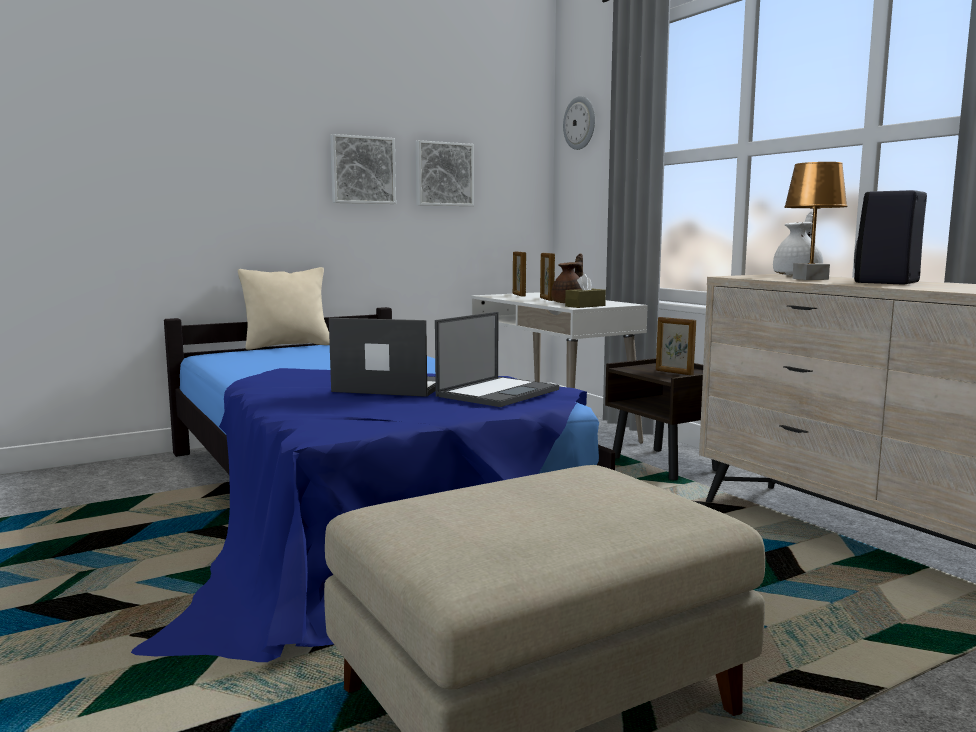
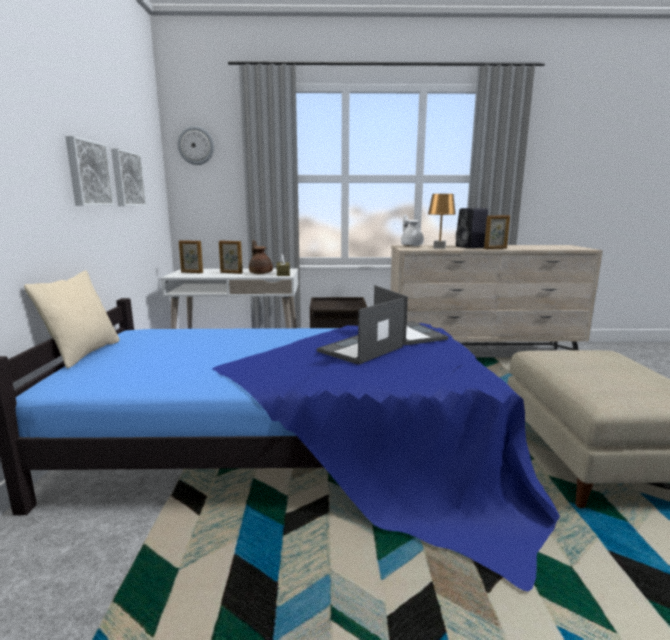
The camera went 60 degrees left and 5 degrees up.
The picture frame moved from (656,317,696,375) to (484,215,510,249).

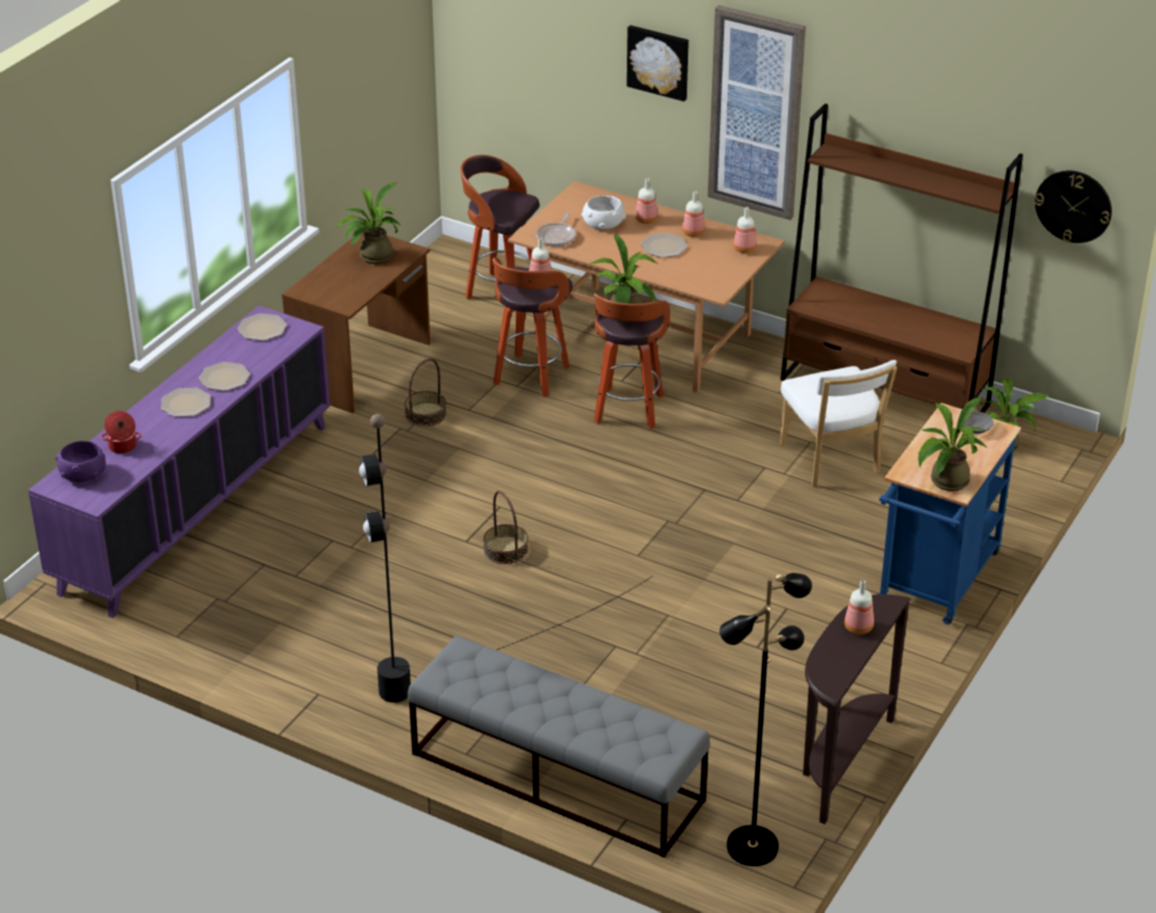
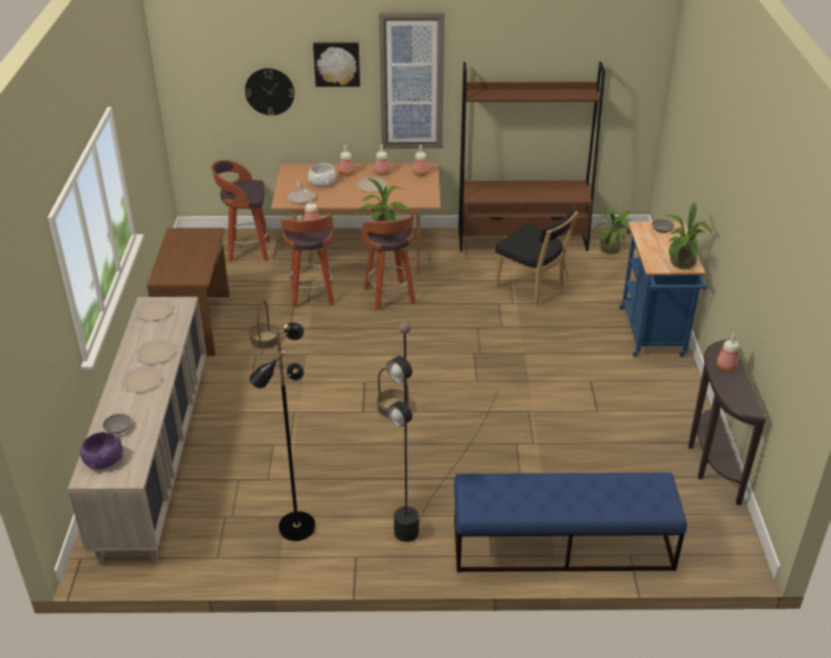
The camera went 30 degrees left and 0 degrees up.
The cabinet (purple) at (28,306,330,618) became the cabinet (beige) at (68,297,207,564).
The cooking pot at (101,411,142,454) was replaced by the bowl (grey) at (103,414,132,434).
The potted plant at (336,182,401,264) disappeared.
The bench (grey) at (408,636,710,858) became the bench (blue) at (454,473,687,572).
The floor lamp (black) moved from (719,573,812,866) to (249,322,315,541).
The chair (white) at (780,360,897,487) became the chair (black) at (494,208,578,305).
The wall clock moved from (1035,171,1112,243) to (245,68,295,116).

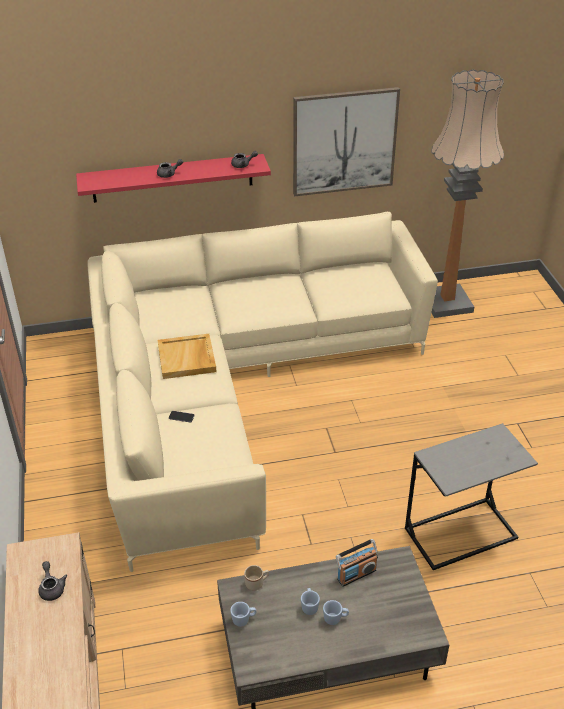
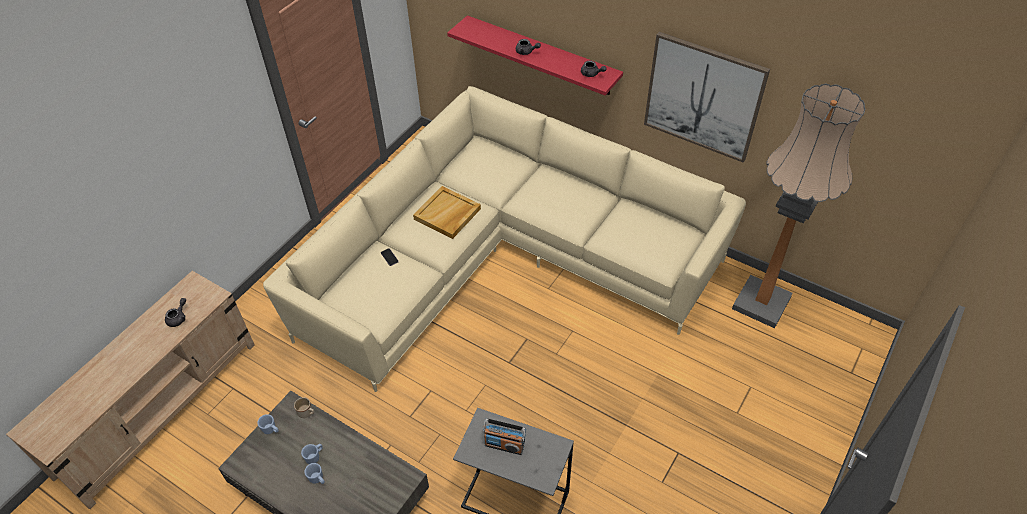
The camera went 45 degrees right and 10 degrees up.
The radio moved from (336,539,378,587) to (483,418,526,455).

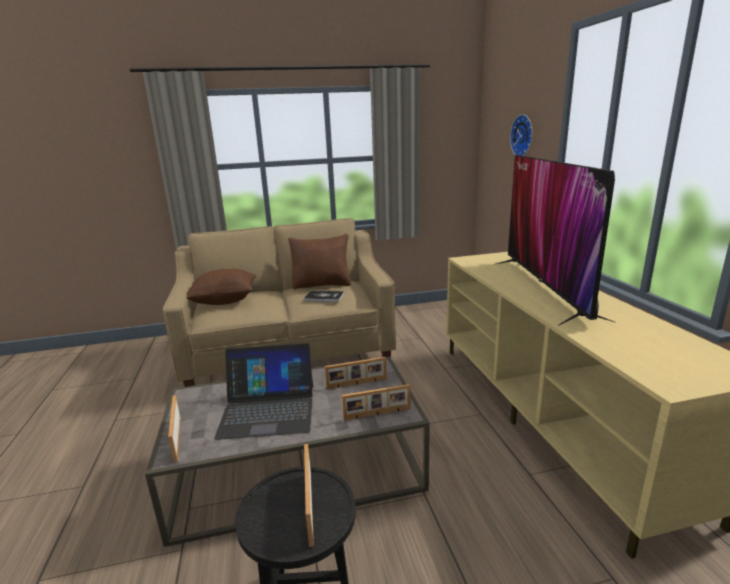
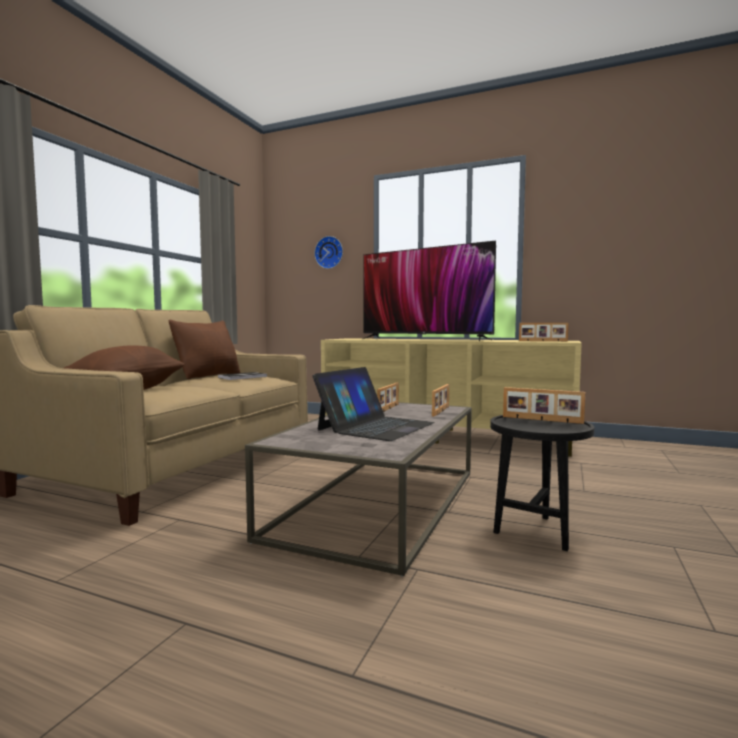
The camera went 55 degrees left and 15 degrees down.
The picture frame moved from (168,395,181,463) to (519,323,568,341).

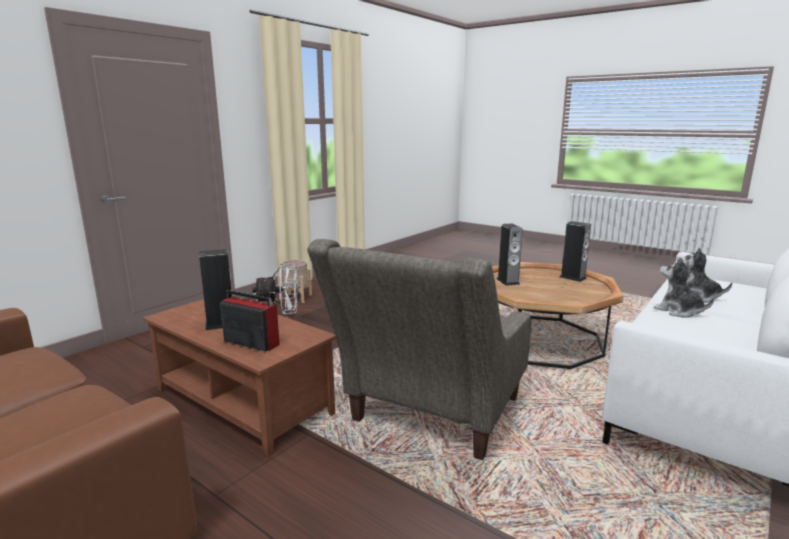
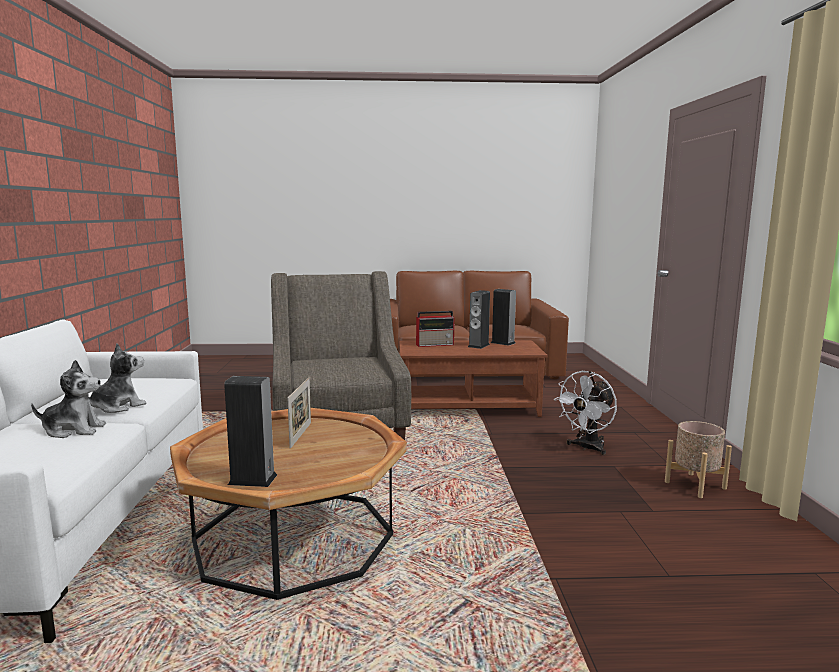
The camera went 140 degrees right and 5 degrees down.
The speaker moved from (497,224,523,286) to (491,289,516,346).
The plush toy at (653,257,714,318) turned 60 degrees counterclockwise.
The picture frame at (287,377,311,448) appeared.

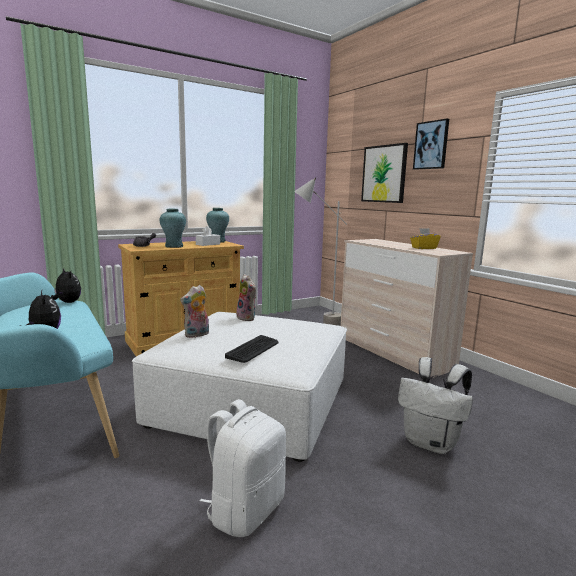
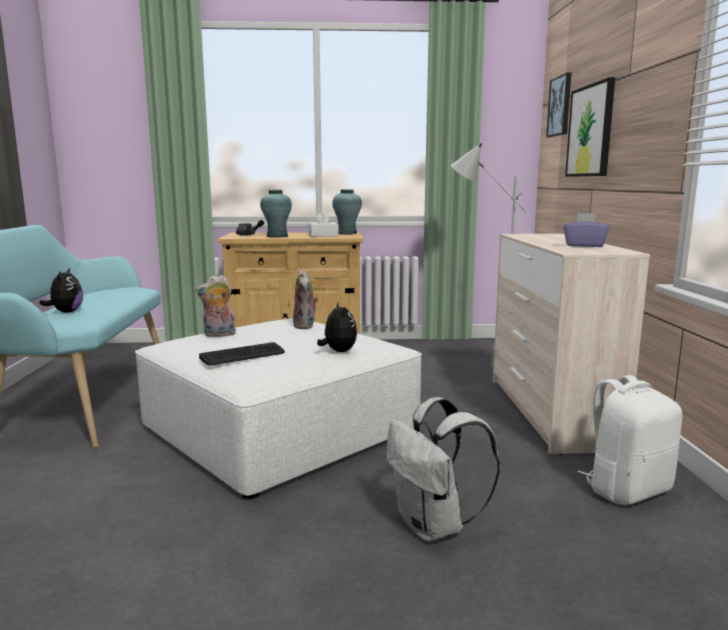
The camera went 30 degrees right and 0 degrees up.
The plush toy moved from (51,268,81,303) to (317,302,357,352).
The backpack (white) moved from (200,399,286,537) to (577,375,682,505).
The tissue box (yellow) at (410,228,441,249) became the tissue box (purple) at (563,213,610,247).
The picture moved from (413,119,449,170) to (546,72,571,137).

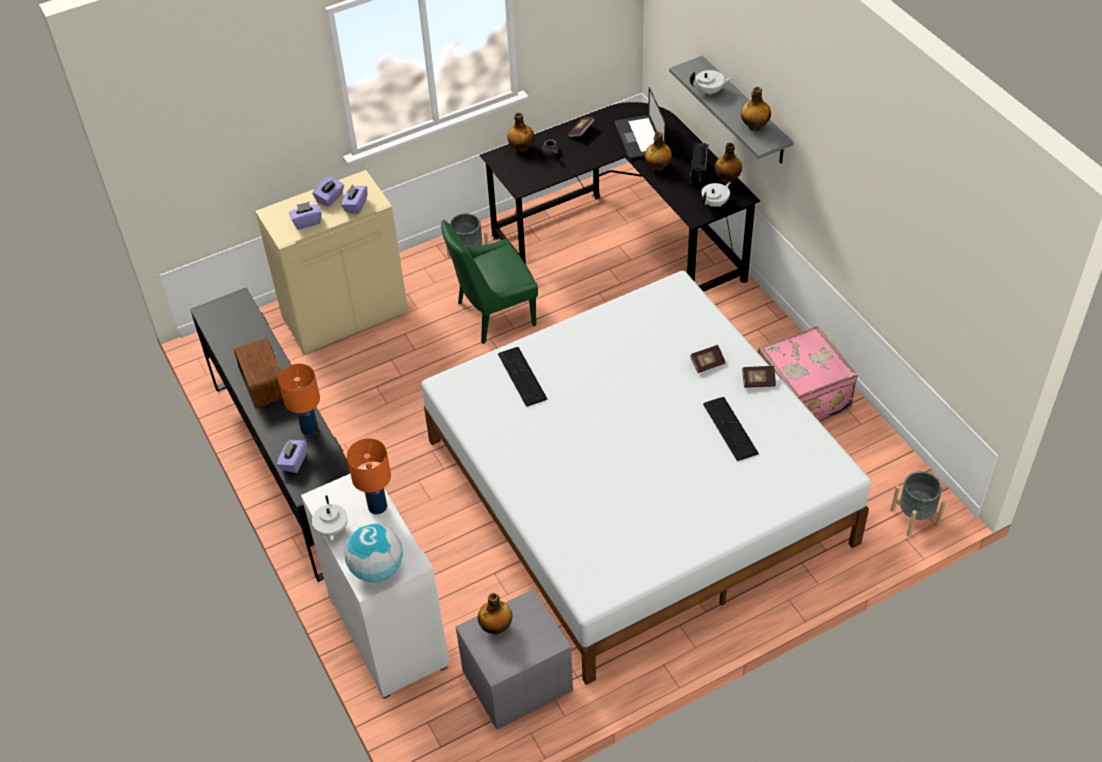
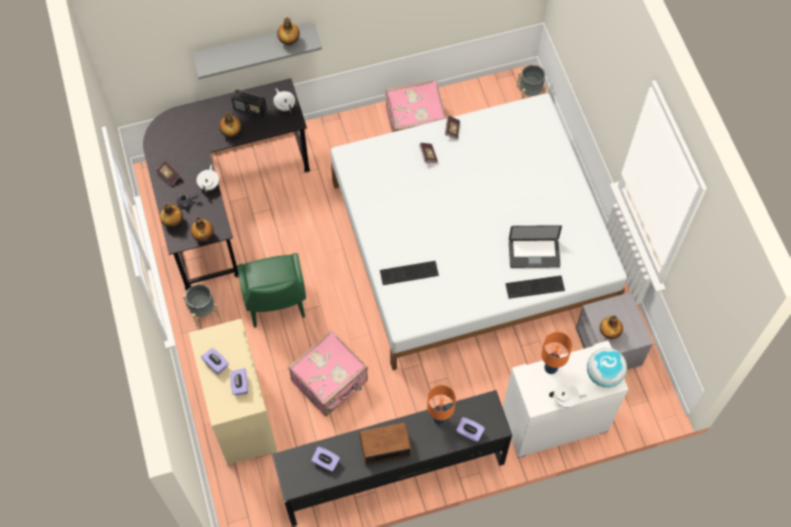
The camera went 80 degrees left and 15 degrees up.
The tissue box (purple) moved from (341,184,367,214) to (311,446,340,471).
The laptop moved from (615,87,666,159) to (509,225,562,268).
The teapot (white) moved from (690,70,733,96) to (196,164,219,194).
The keyboard moved from (703,397,759,461) to (505,276,565,299).
The bottle moved from (714,143,742,184) to (191,216,214,242).
The suitcase (pink) at (288,331,368,416) appeared.

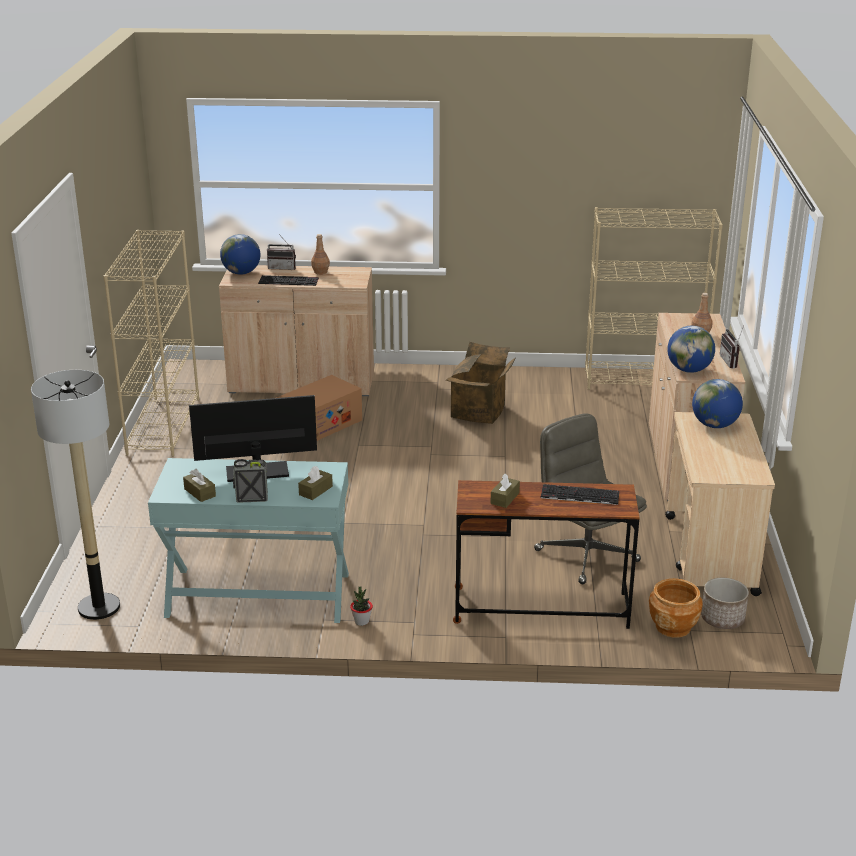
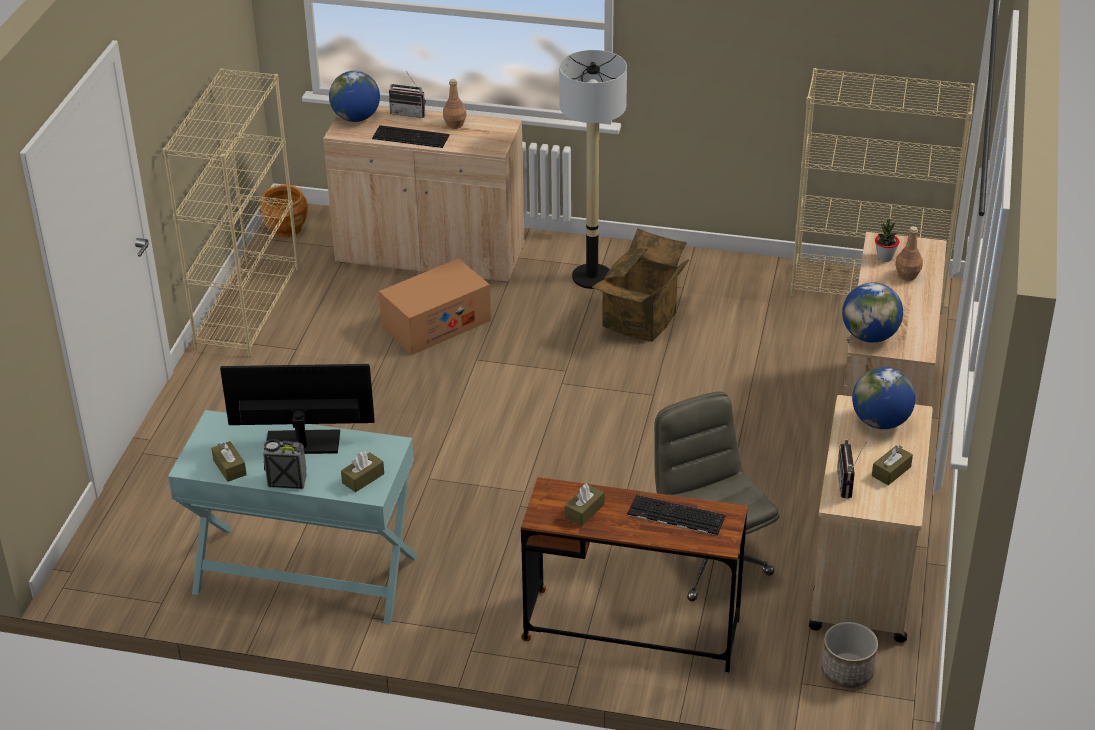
The camera went 10 degrees right and 10 degrees up.
The floor lamp moved from (31,370,120,620) to (559,50,627,289).
The potted plant moved from (350,586,373,626) to (875,219,899,262).
The planter (brown) moved from (649,578,703,638) to (260,185,308,238).
The radio moved from (720,325,744,369) to (837,439,867,499).
The tissue box (brown) at (872,445,913,485) appeared.

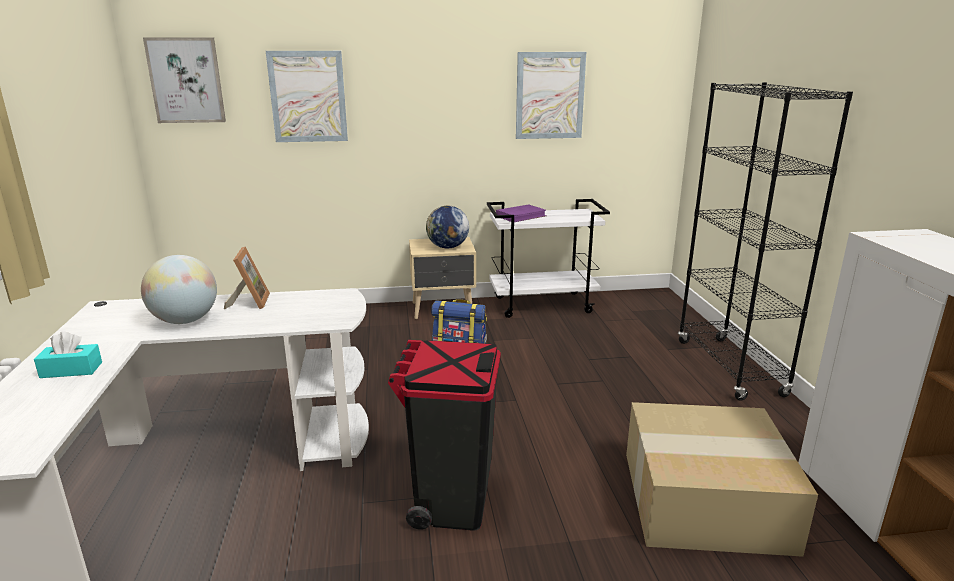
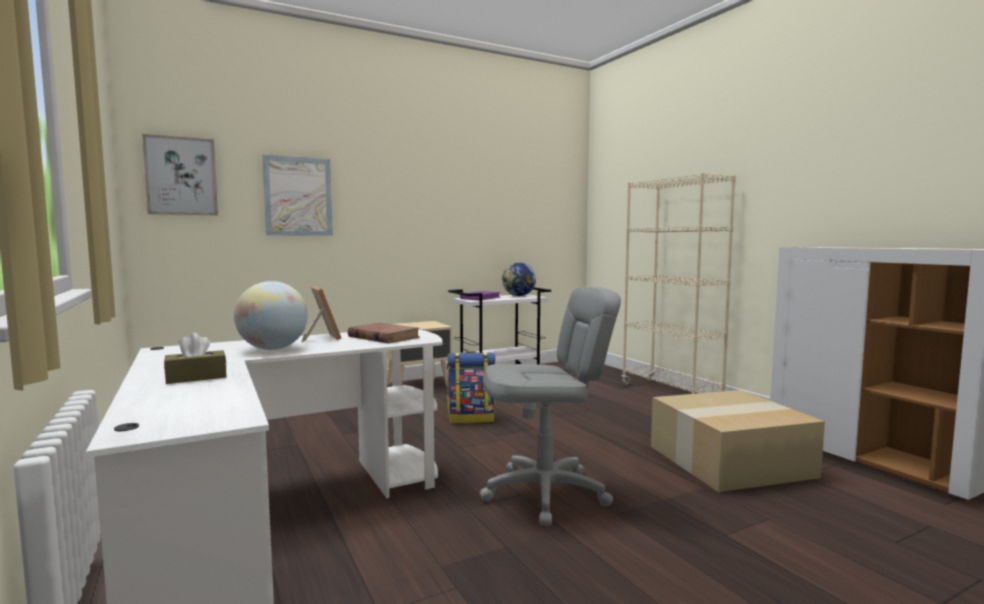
The camera went 20 degrees left and 15 degrees down.
The tissue box (turquoise) at (34,331,102,378) became the tissue box (brown) at (164,333,227,384).
The trash can (black) at (388,340,501,531) was replaced by the office chair (grey) at (480,287,621,526).
The globe moved from (426,206,469,249) to (502,263,536,296).
The picture at (516,52,586,139) disappeared.
The bookcase (black) at (678,82,853,401) became the bookcase (beige) at (622,173,736,394).
The book (brown) at (348,323,420,344) appeared.

